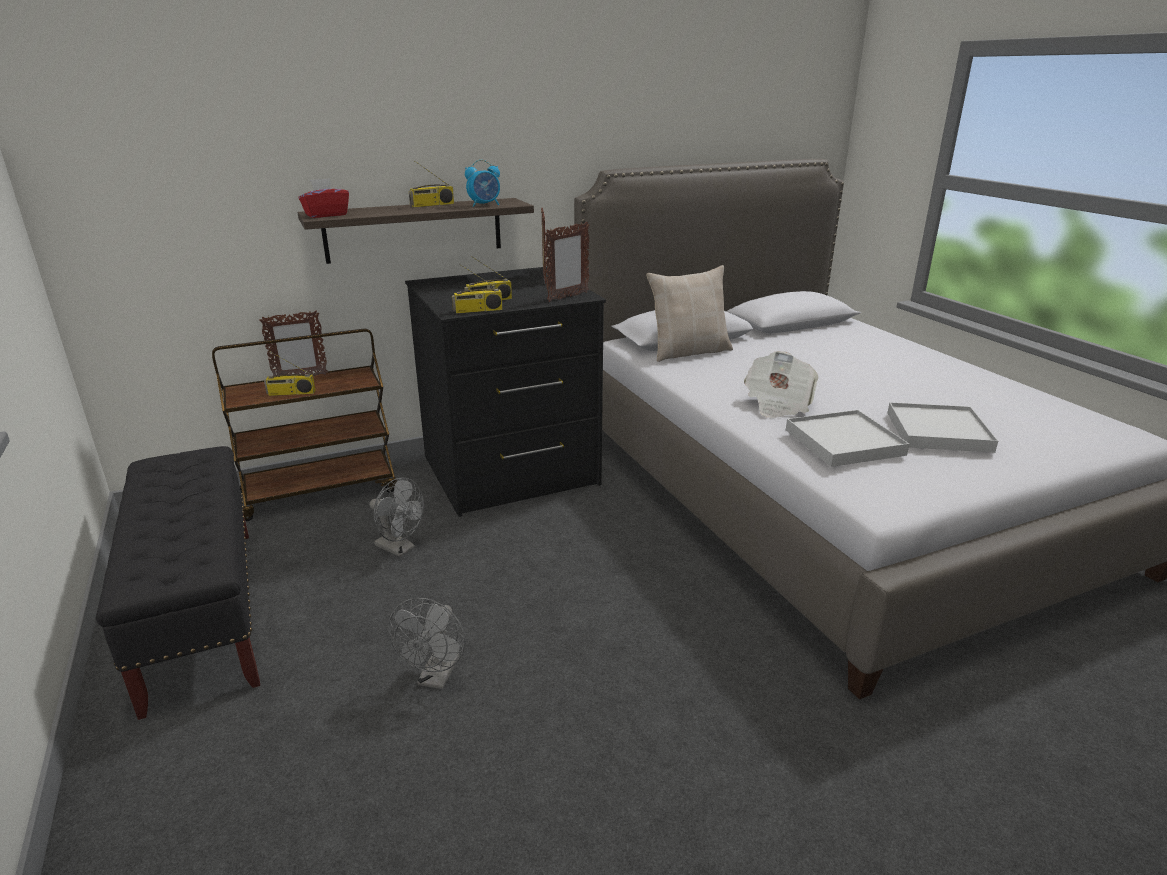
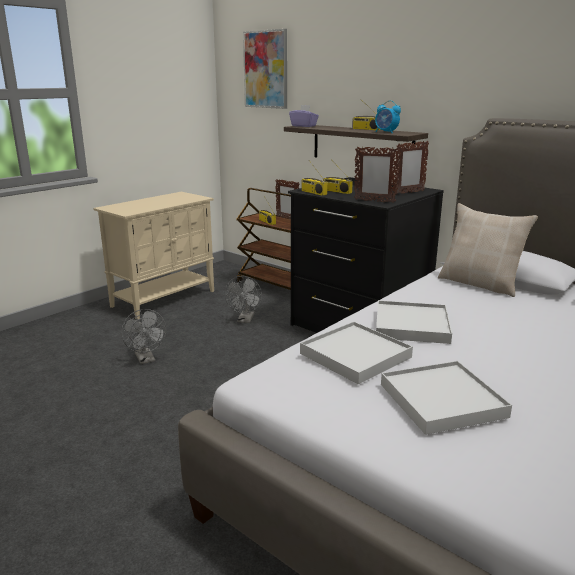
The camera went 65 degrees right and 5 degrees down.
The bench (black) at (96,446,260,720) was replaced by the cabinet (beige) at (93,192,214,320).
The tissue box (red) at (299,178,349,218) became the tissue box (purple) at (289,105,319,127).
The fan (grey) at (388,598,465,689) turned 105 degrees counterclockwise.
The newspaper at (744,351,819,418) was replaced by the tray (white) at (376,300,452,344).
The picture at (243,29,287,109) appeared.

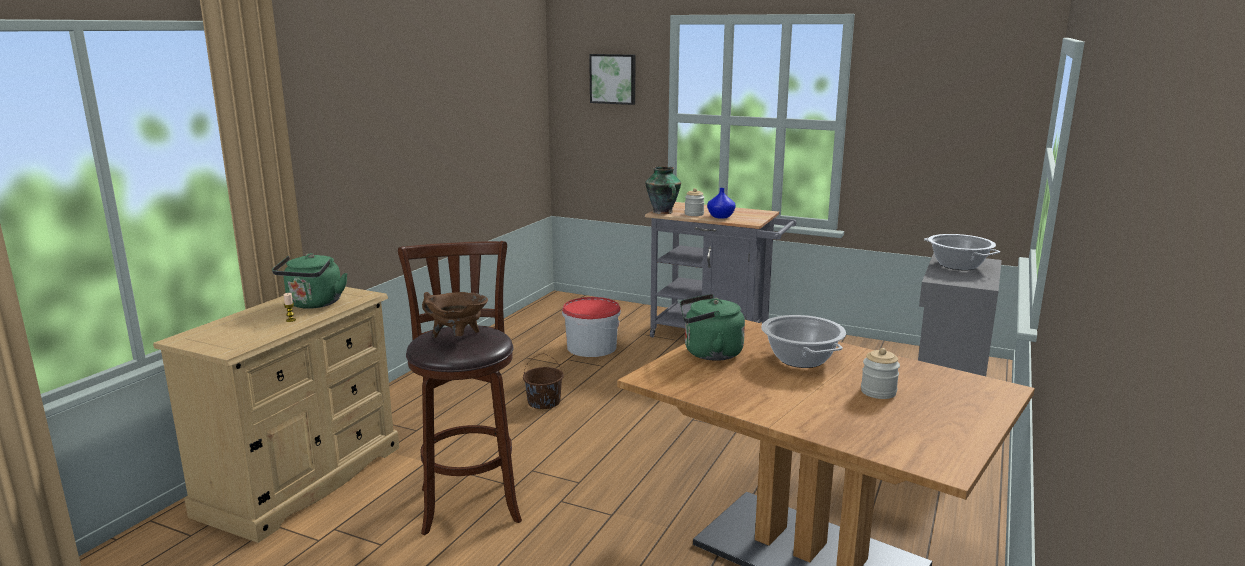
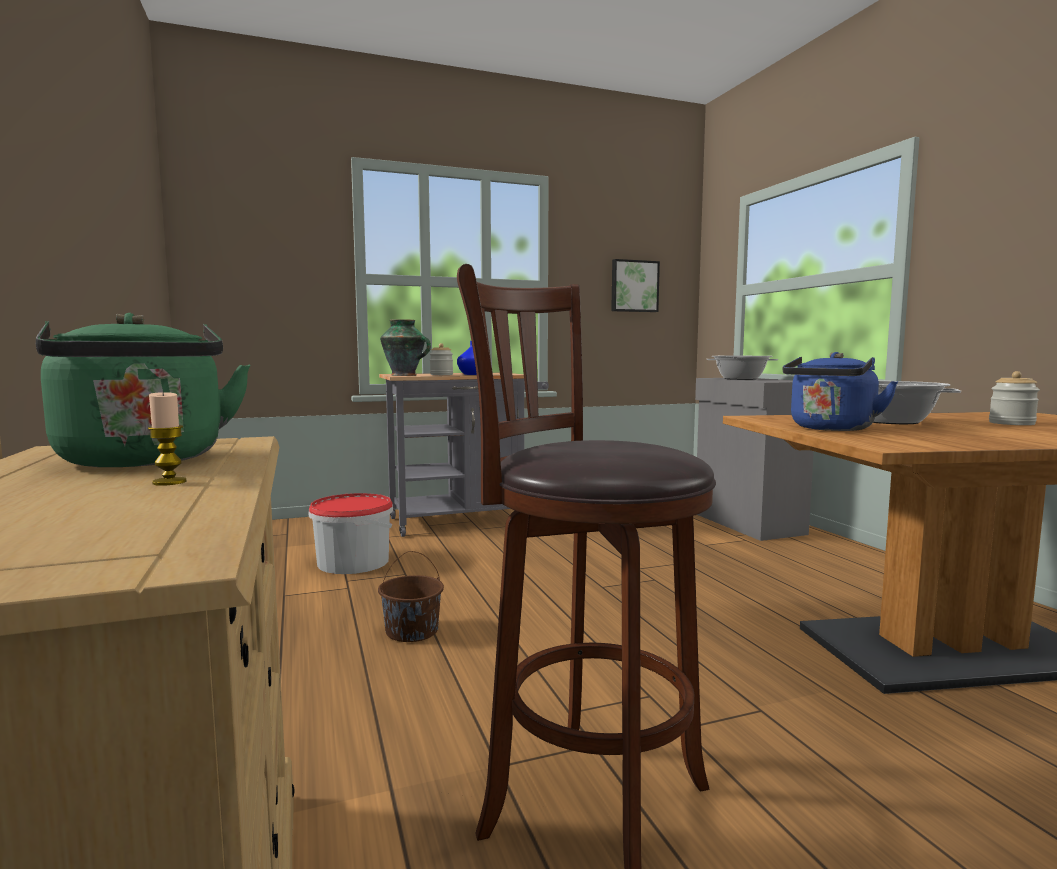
The camera went 45 degrees left and 10 degrees down.
The cooking pot (brown) at (422,292,488,338) disappeared.
The picture moved from (589,54,635,105) to (611,259,660,312).
The kettle (green) at (680,294,745,361) became the kettle (blue) at (782,352,898,431).

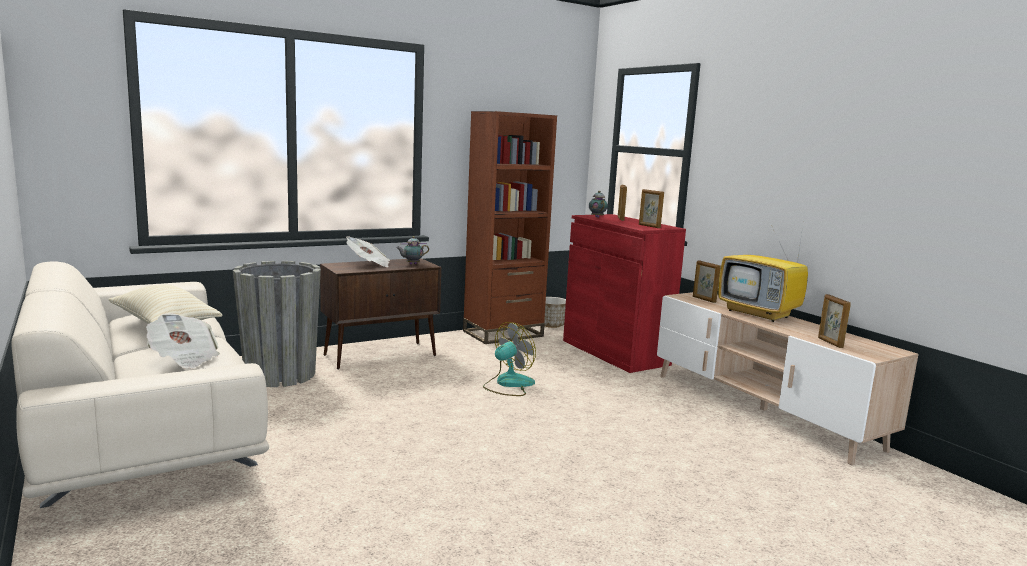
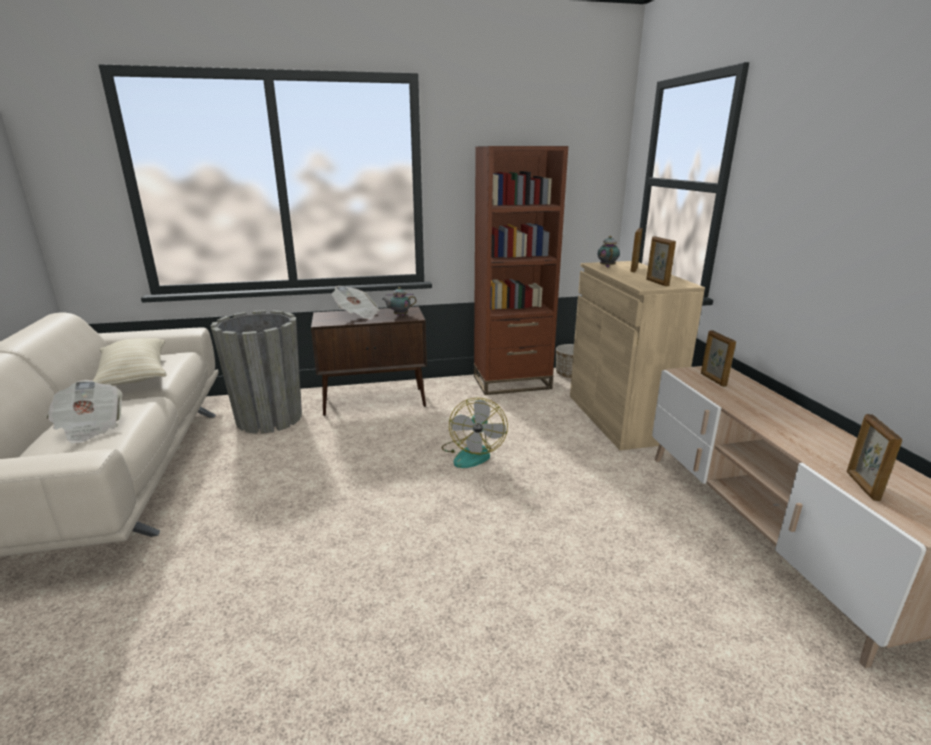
The camera went 20 degrees right and 10 degrees up.
The fan at (483,322,536,396) turned 120 degrees clockwise.
The cabinet (red) at (563,214,686,373) became the cabinet (beige) at (570,261,705,450).
The television at (718,227,808,322) disappeared.

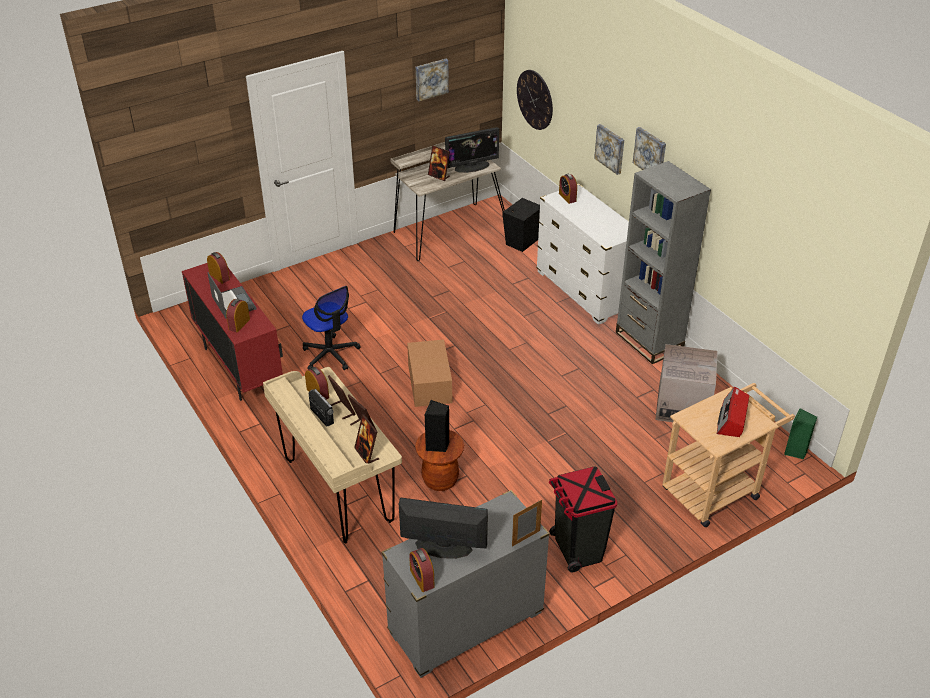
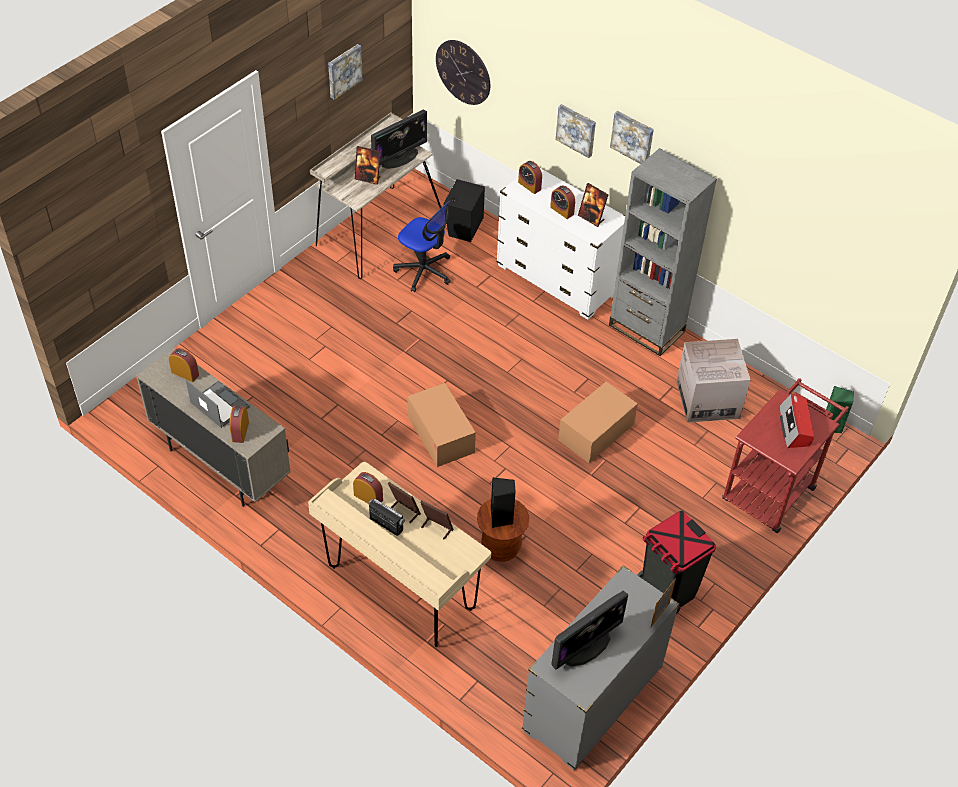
The camera went 20 degrees left and 10 degrees up.
The cabinet (red) at (182,263,283,401) became the cabinet (beige) at (136,348,291,507).
The office chair moved from (302,286,361,370) to (393,201,451,292).
The picture frame moved from (354,414,379,464) to (578,183,609,227).
The monitor at (399,498,488,559) turned 150 degrees clockwise.
The alarm clock moved from (409,548,435,592) to (550,186,575,219).
The cart (beige) at (662,383,795,527) became the cart (red) at (722,378,849,533).
The cardboard box at (558,381,638,463) appeared.

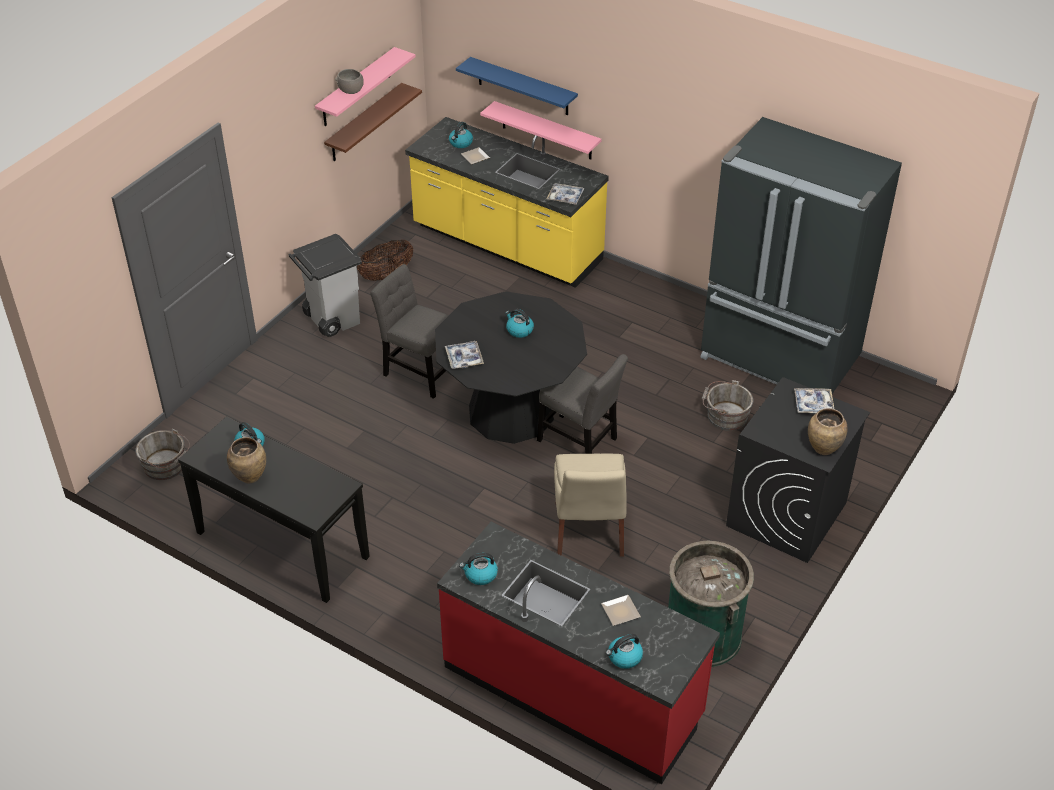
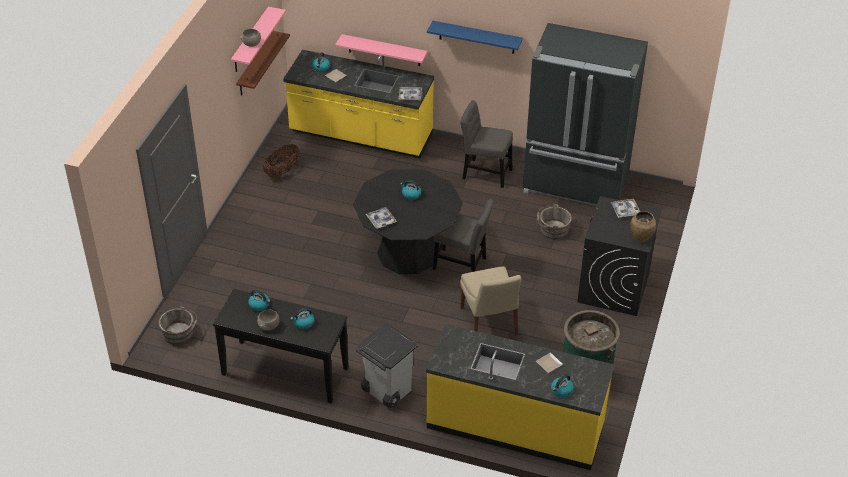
The camera went 15 degrees left and 0 degrees up.
The vase (brown) at (227,437,266,483) was replaced by the bowl (grey) at (257,309,280,331).
The trash can (grey) moved from (288,234,362,337) to (356,323,418,408).
The chair (grey) moved from (370,264,449,399) to (460,100,513,188).
The counter (red) at (437,522,720,784) became the counter (yellow) at (426,324,615,470).
The shelf (blue) moved from (456,57,578,115) to (427,21,523,54).
The kettle moved from (459,553,498,585) to (290,308,314,329).

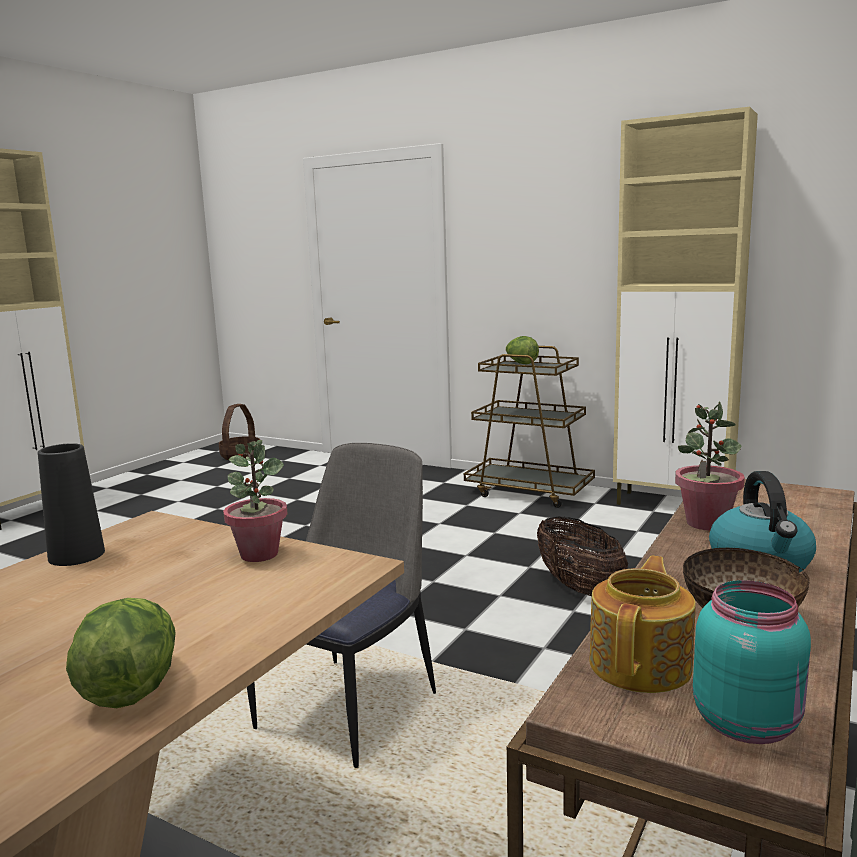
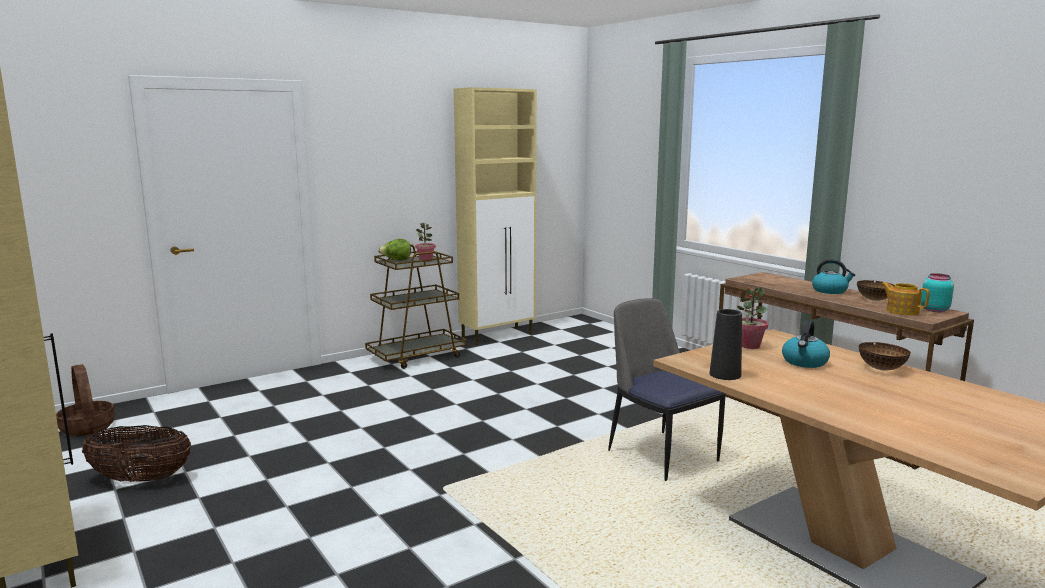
The camera went 65 degrees left and 0 degrees up.
The lettuce at (66,598,176,708) was replaced by the bowl at (859,342,911,371).
The basket moved from (537,516,628,596) to (82,425,191,482).
The potted plant moved from (675,401,745,531) to (415,222,436,262).
The kettle at (782,320,830,368) appeared.

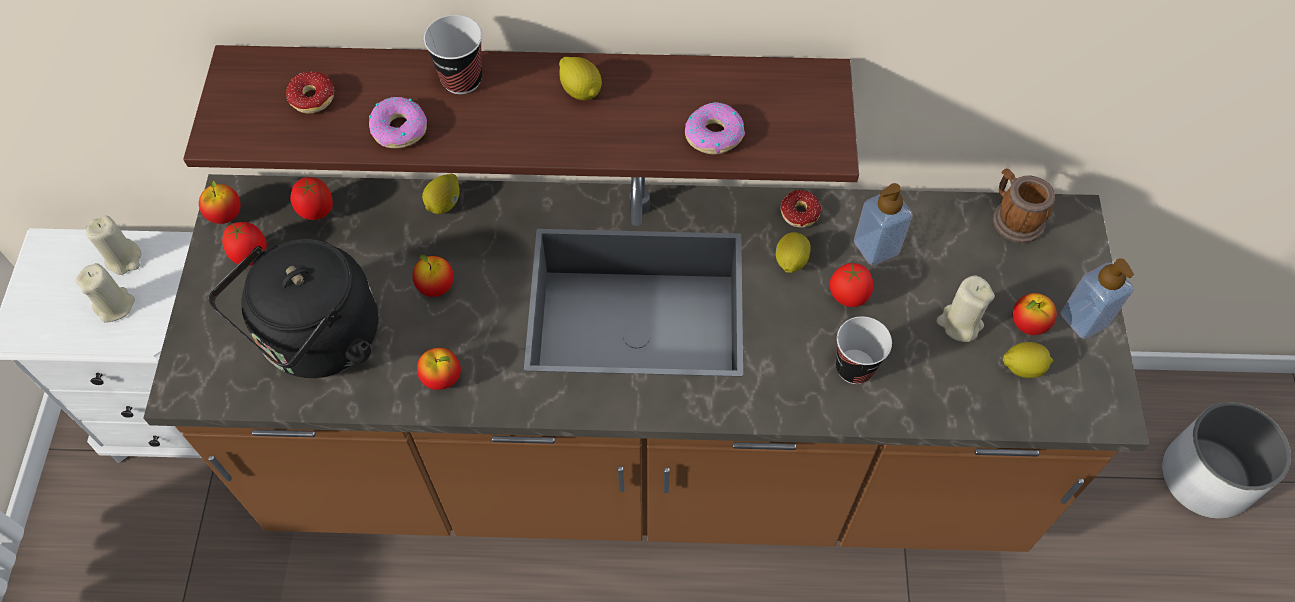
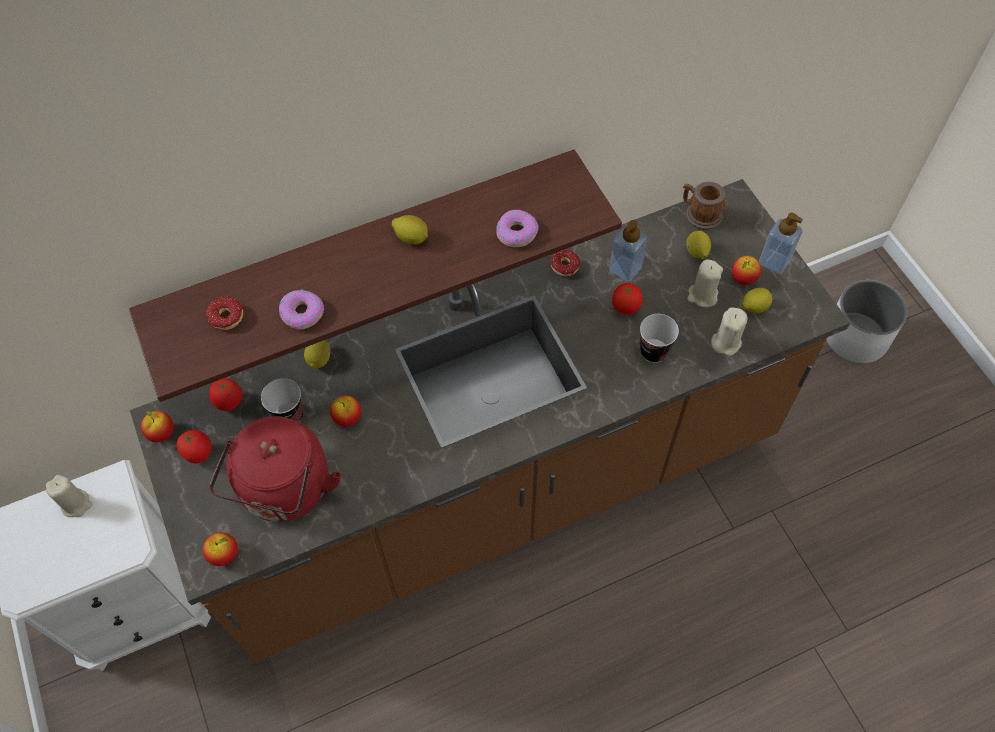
The camera went 25 degrees left and 0 degrees up.
The candle (beige) moved from (76,263,135,322) to (711,307,747,356).
The kettle (black) at (209,239,378,378) became the kettle (red) at (209,416,341,522).
The apple moved from (417,347,461,390) to (203,532,238,566).
The cup moved from (424,15,482,94) to (261,378,303,422).
The lemon moved from (776,232,811,273) to (686,231,711,259).

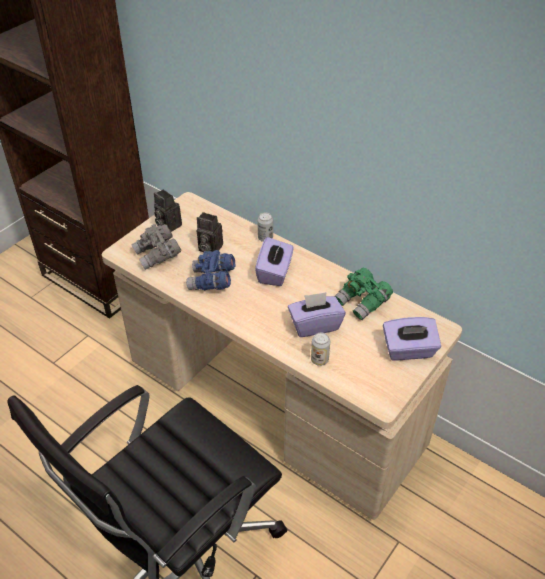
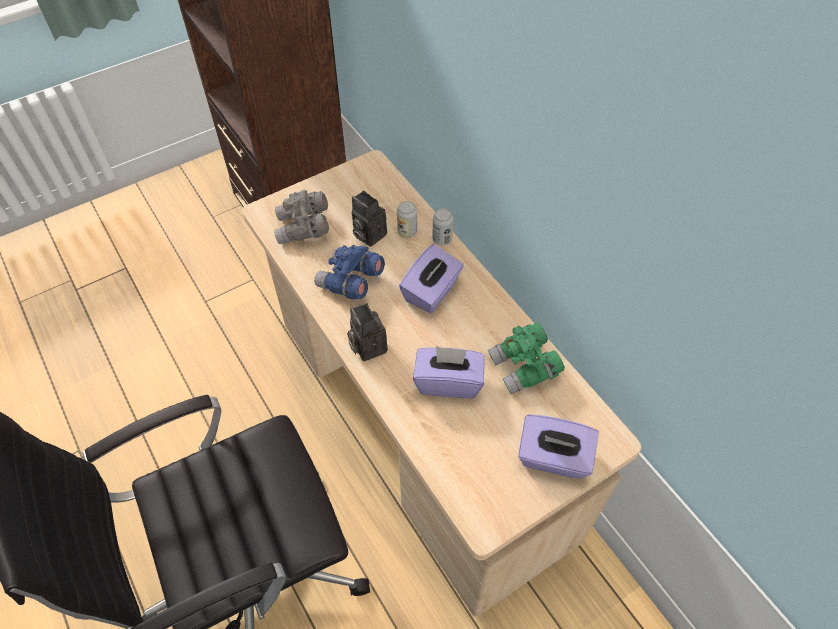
The camera went 20 degrees right and 10 degrees up.
The photo camera moved from (154,189,182,232) to (347,303,388,361).
The can moved from (311,332,330,366) to (397,201,417,238).

